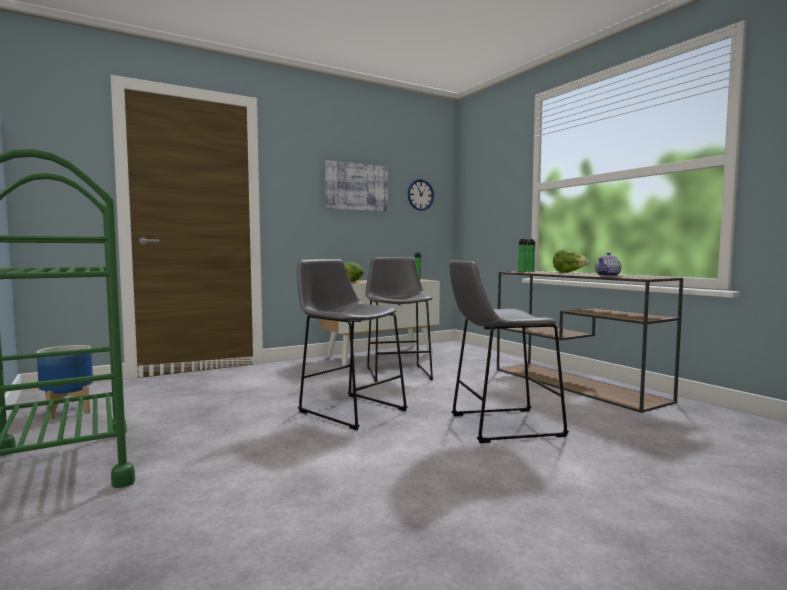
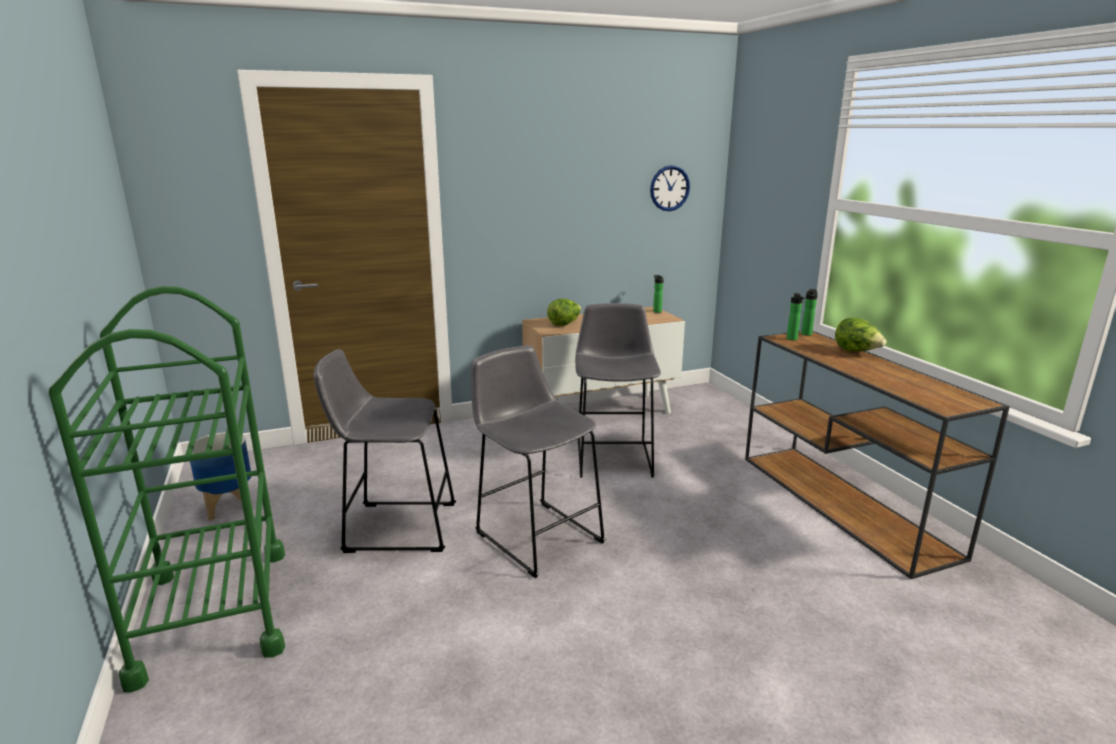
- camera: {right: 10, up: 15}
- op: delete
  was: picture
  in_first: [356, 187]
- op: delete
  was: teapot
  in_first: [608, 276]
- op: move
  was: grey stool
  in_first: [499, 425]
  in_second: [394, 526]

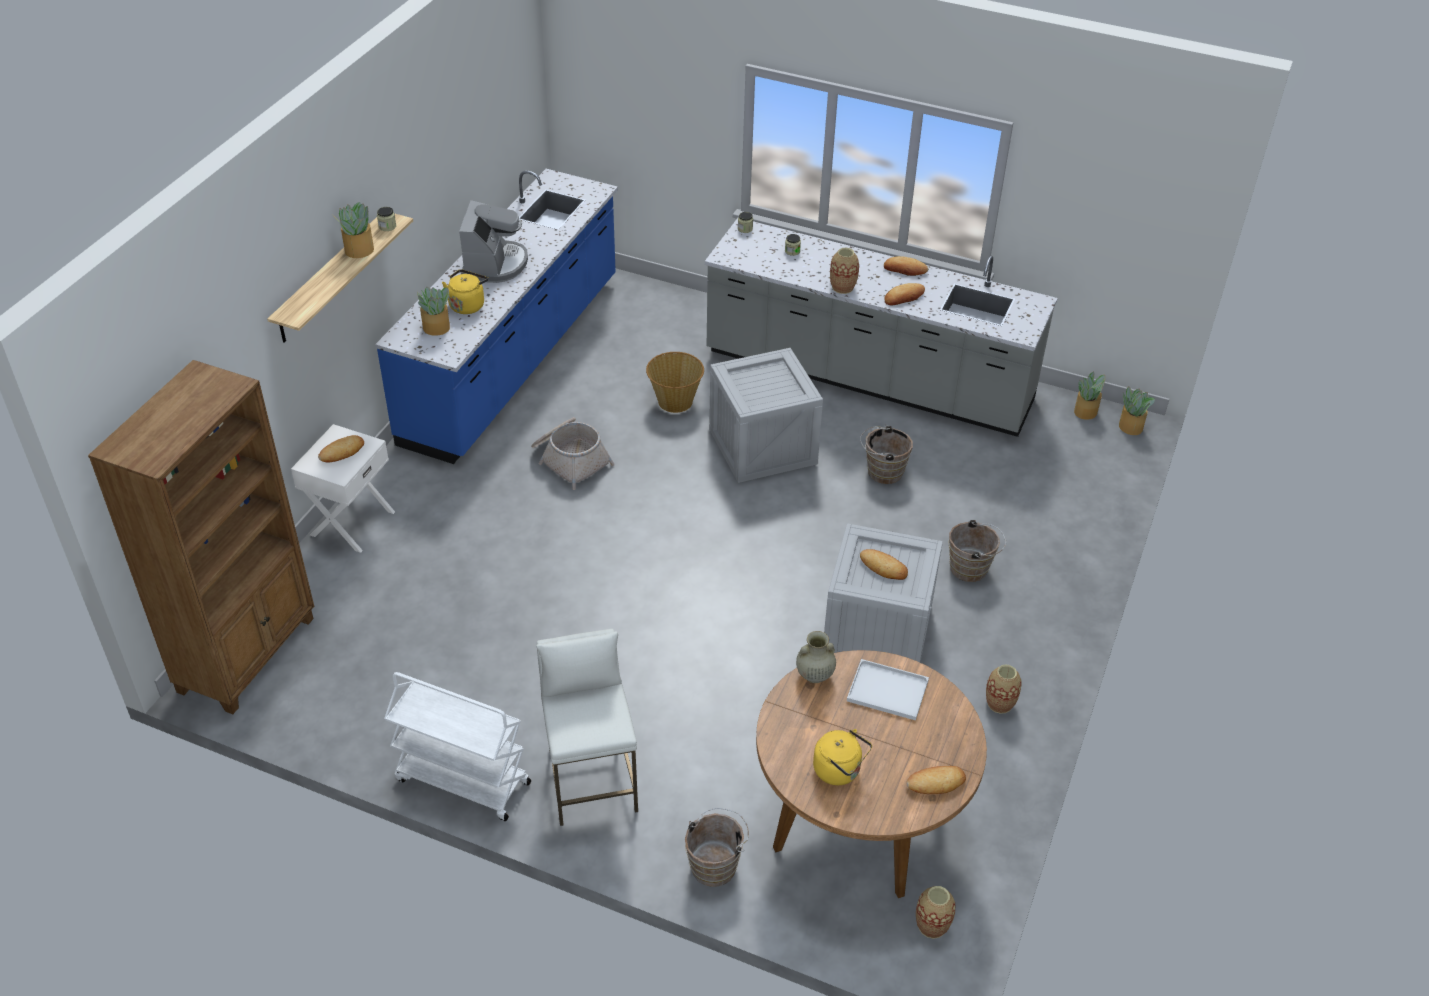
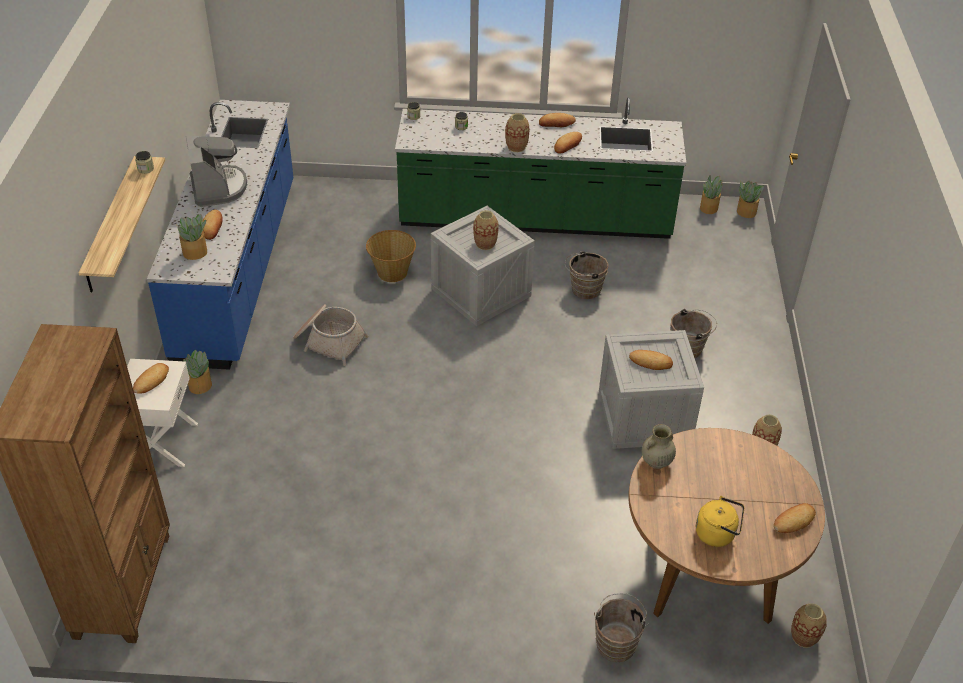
- camera: {right: -20, up: 0}
- op: delete
  was: white cart
  in_first: [462, 781]
- op: delete
  was: white stool
  in_first: [591, 780]
- op: delete
  was: white tray
  in_first: [889, 690]
- op: insert
  now: vase
  in_second: [485, 244]
- op: move
  was: potted plant
  in_first: [358, 250]
  in_second: [199, 386]
- op: replace
  was: yellow kettle
  now: bread
  in_first: [467, 305]
  in_second: [212, 227]
- op: recolor
  was: grey counter
  now: green counter
  in_first: [868, 378]
  in_second: [535, 219]

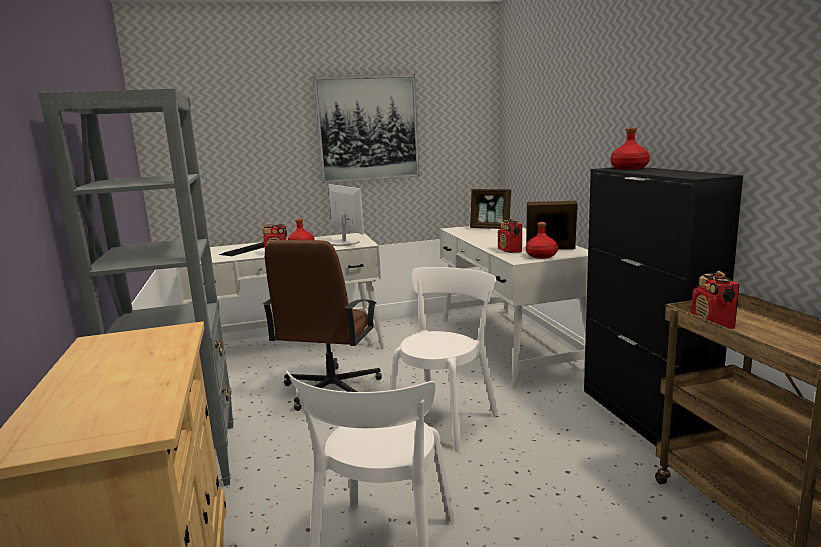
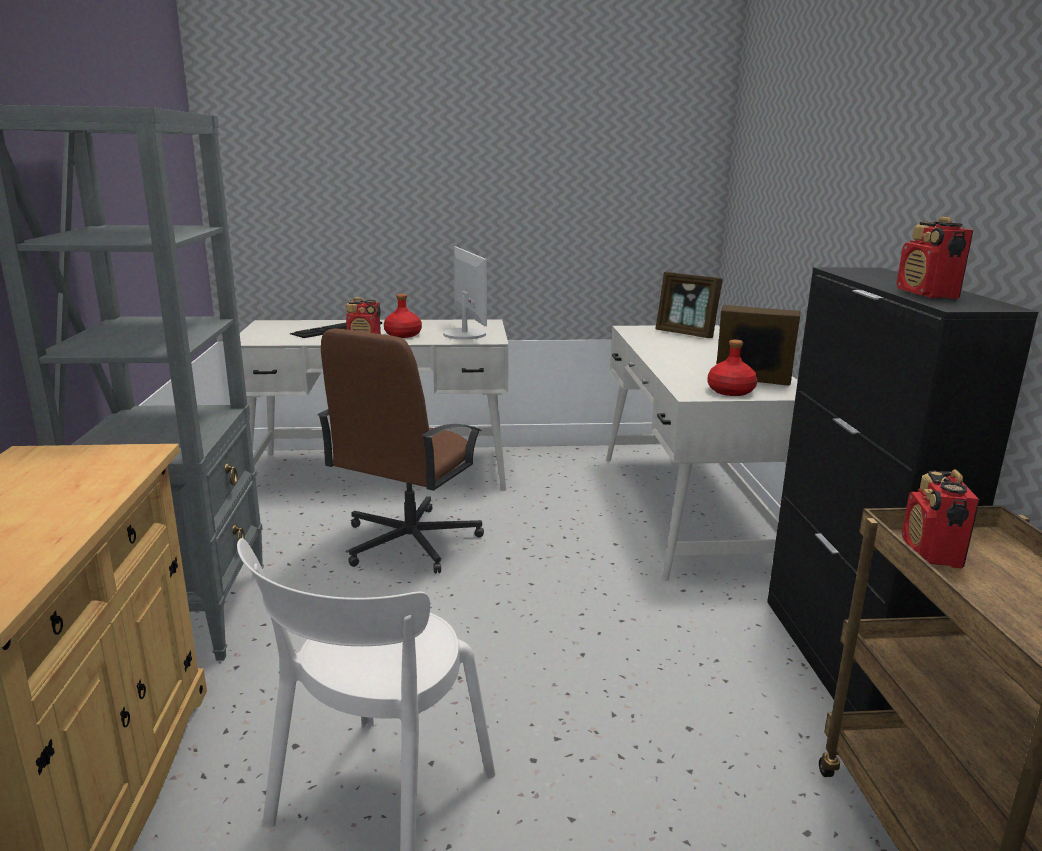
- camera: {right: 10, up: 5}
- op: delete
  was: picture
  in_first: [367, 128]
- op: delete
  was: white chair
  in_first: [446, 418]
- op: delete
  was: red bottle
  in_first: [628, 168]
- op: move
  was: radio
  in_first: [510, 251]
  in_second: [927, 294]

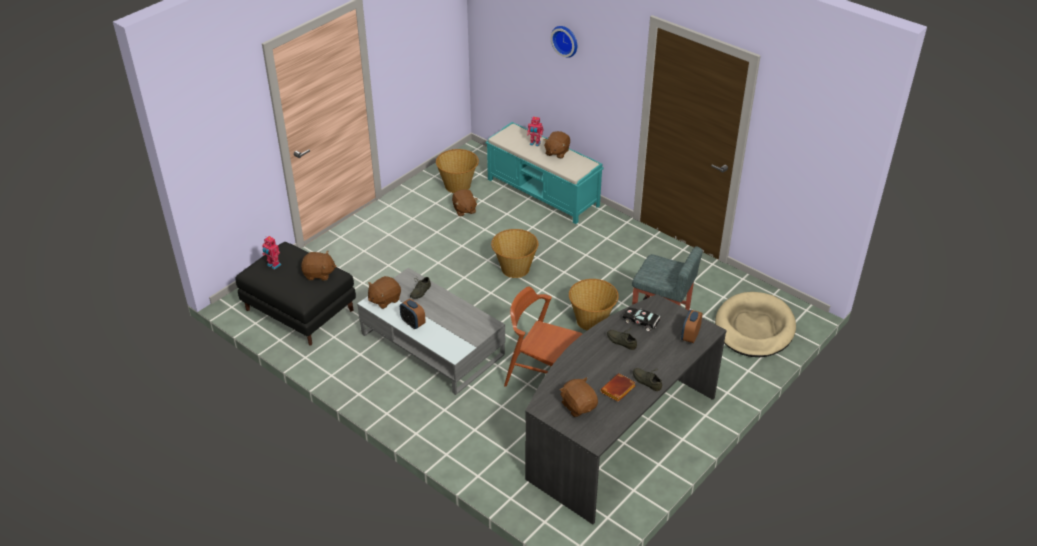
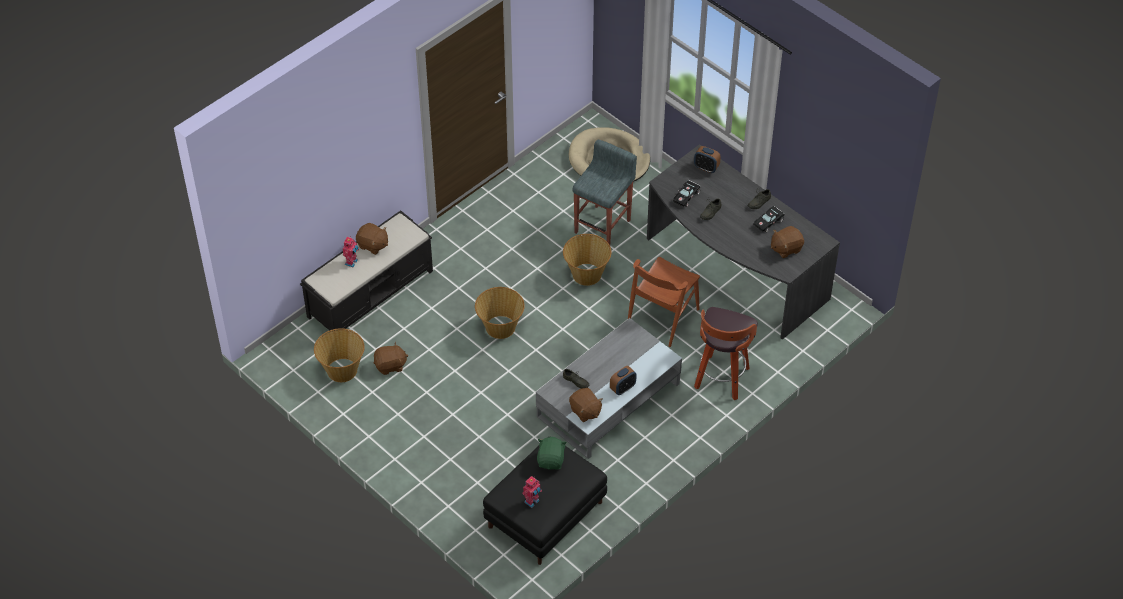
- camera: {right: -85, up: 10}
- op: delete
  was: wall clock
  in_first: [566, 40]
- op: insert
  now: stool
  in_second: [721, 379]
- op: replace
  was: brown book
  now: black toy car
  in_first: [618, 390]
  in_second: [769, 221]
- op: recolor
  was: brown plush toy
  now: green plush toy
  in_first: [319, 274]
  in_second: [551, 460]
- op: recolor
  was: turquoise bench
  now: black bench
  in_first: [543, 193]
  in_second: [371, 293]

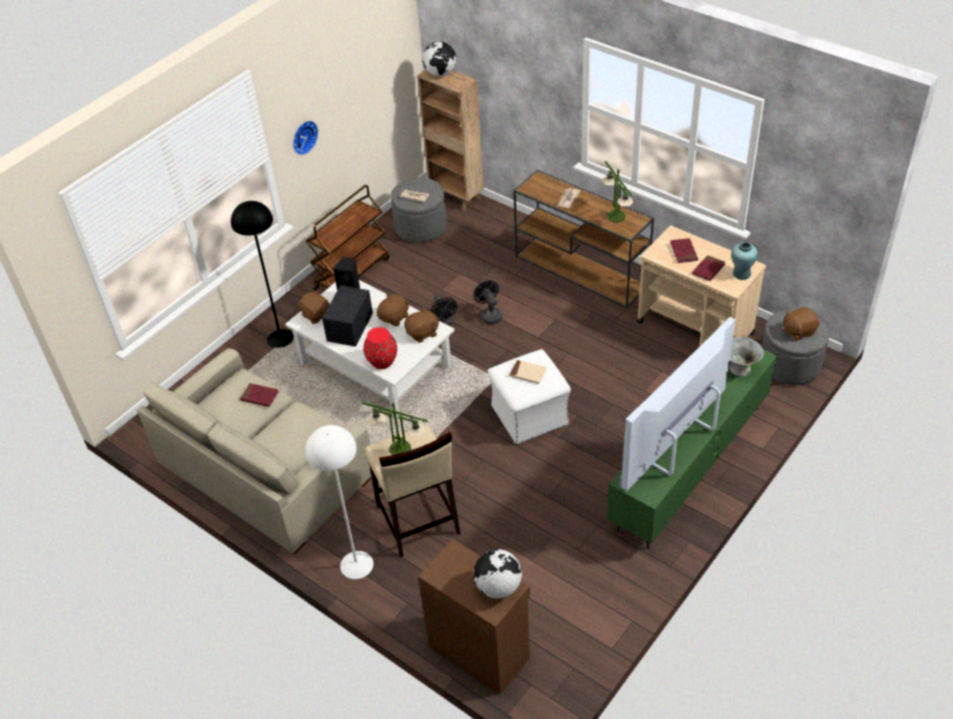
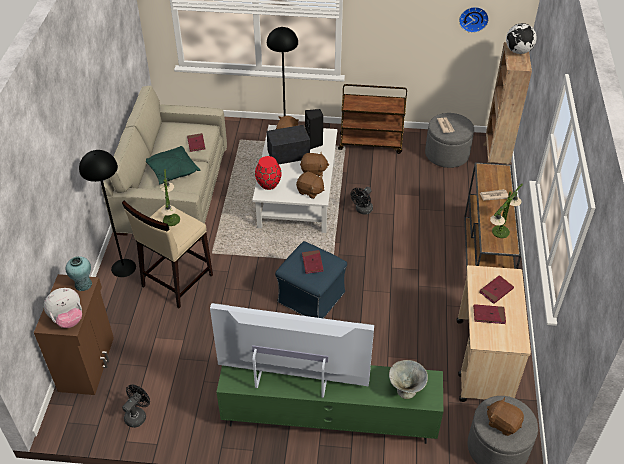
- camera: {right: 55, up: 0}
- op: insert
  now: green pillow
  in_second: [172, 171]
- op: move
  was: wall clock
  in_first: [303, 136]
  in_second: [473, 18]
- op: move
  was: black fan
  in_first: [490, 315]
  in_second: [137, 415]
- op: move
  was: turquoise vase
  in_first: [741, 274]
  in_second: [83, 284]
- op: replace
  was: globe
  now: plush toy
  in_first: [498, 587]
  in_second: [68, 319]
- op: recolor
  was: white floor lamp
  now: black floor lamp
  in_first: [356, 565]
  in_second: [123, 267]
- op: recolor
  was: white ottoman
  now: blue ottoman
  in_first: [529, 415]
  in_second: [310, 297]
- op: recolor
  was: beige book
  now: red book
  in_first: [527, 373]
  in_second: [312, 263]

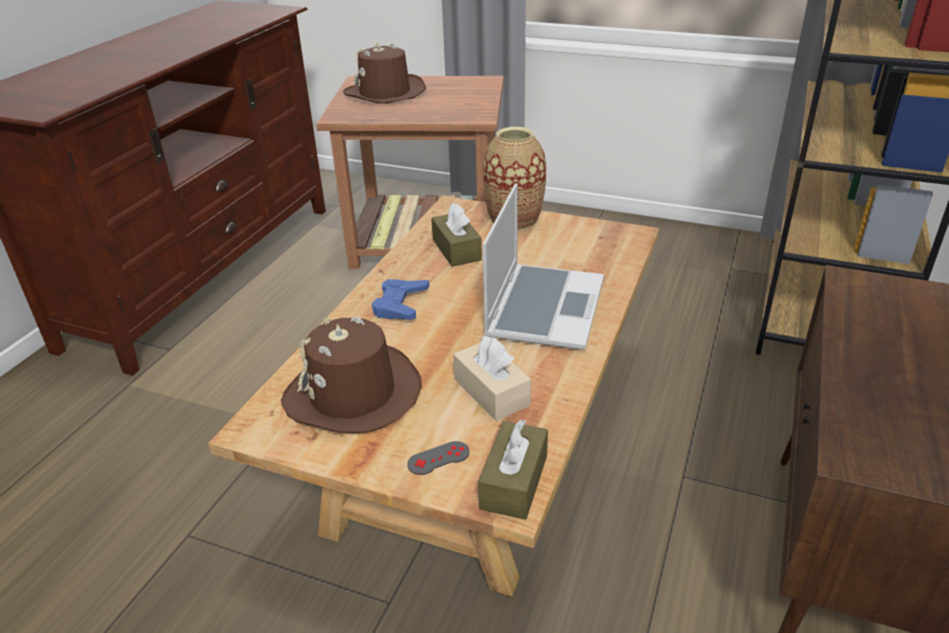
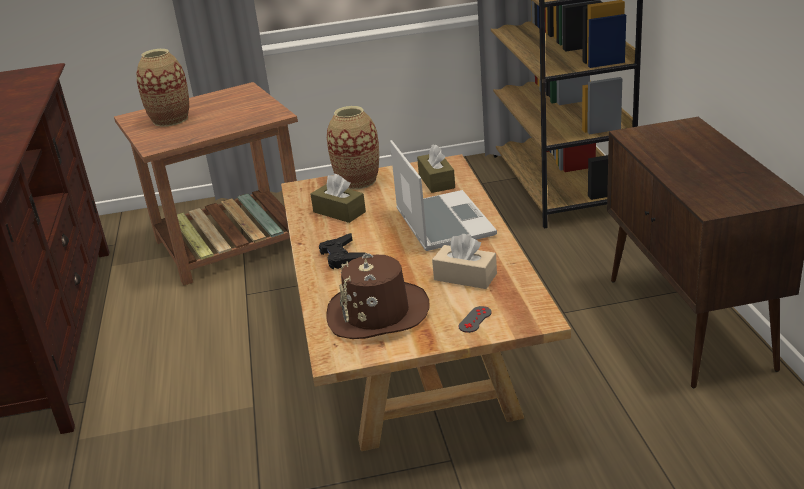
- camera: {right: -30, up: -5}
- op: move
  was: brown tissue box
  in_first: [514, 482]
  in_second: [436, 181]
- op: replace
  was: brown hat
  now: vase
  in_first: [385, 93]
  in_second: [170, 119]
- op: recolor
  was: blue game controller
  now: black game controller
  in_first: [400, 304]
  in_second: [342, 256]

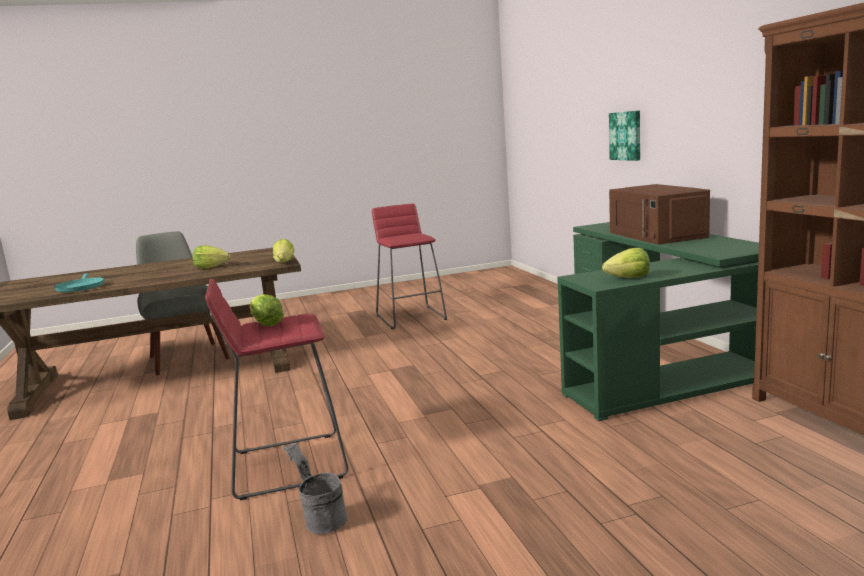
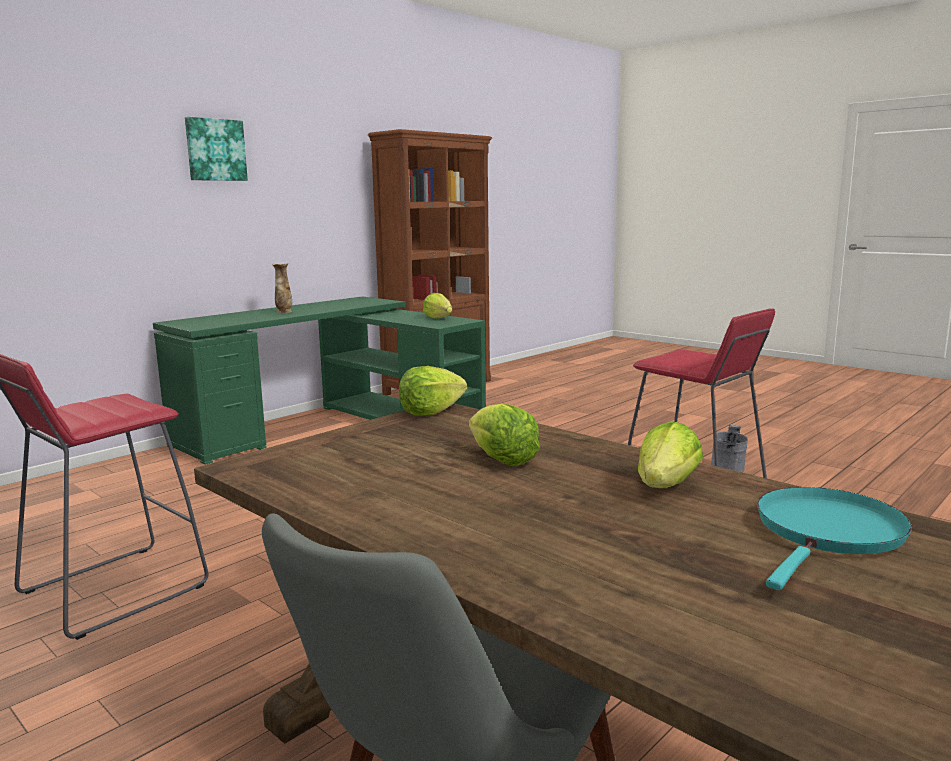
- camera: {right: -120, up: 0}
- op: move
  was: lettuce
  in_first: [266, 324]
  in_second: [666, 487]
- op: move
  was: picture
  in_first: [626, 135]
  in_second: [215, 150]
- op: replace
  was: brown microwave
  now: vase
  in_first: [657, 235]
  in_second: [284, 312]

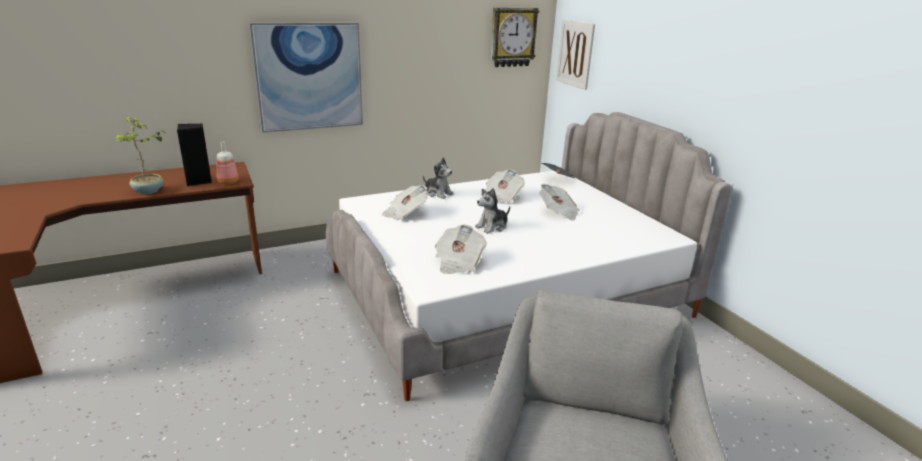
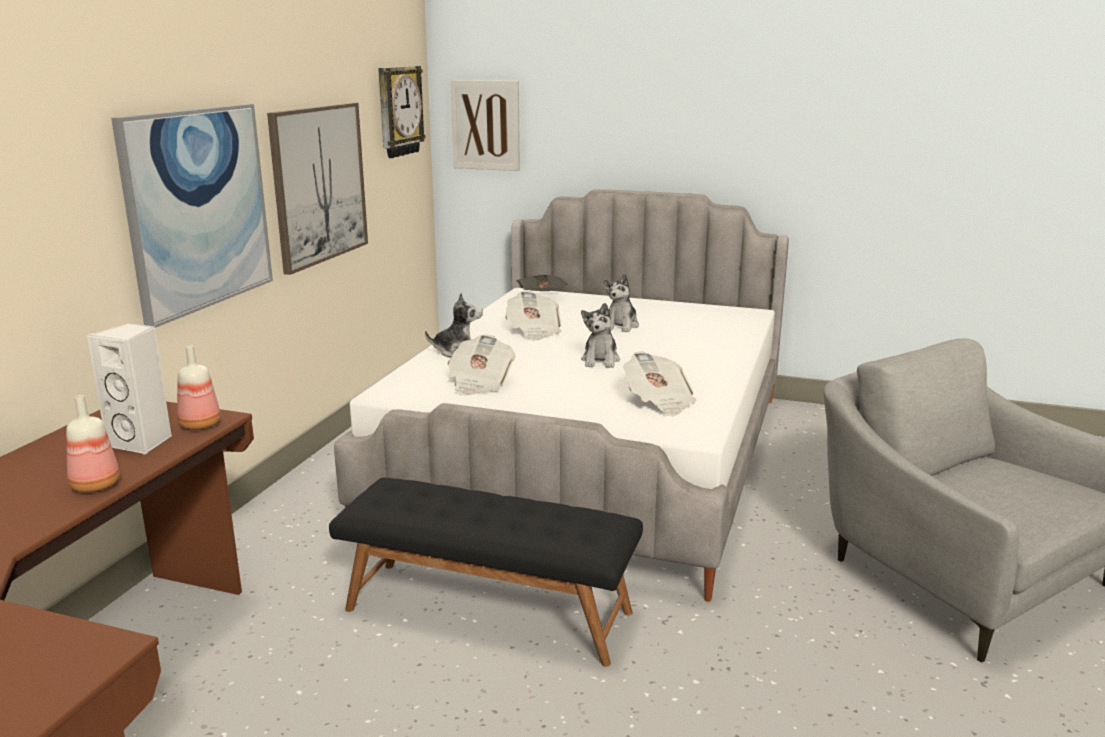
- camera: {right: -45, up: -5}
- op: insert
  now: picture
  in_second: [319, 184]
- op: insert
  now: black bench
  in_second: [489, 609]
- op: replace
  was: potted plant
  now: bottle
  in_first: [149, 191]
  in_second: [94, 486]
- op: replace
  was: newspaper
  now: plush toy
  in_first: [558, 212]
  in_second: [621, 326]
- op: recolor
  was: black speaker
  now: white speaker
  in_first: [199, 181]
  in_second: [142, 442]

